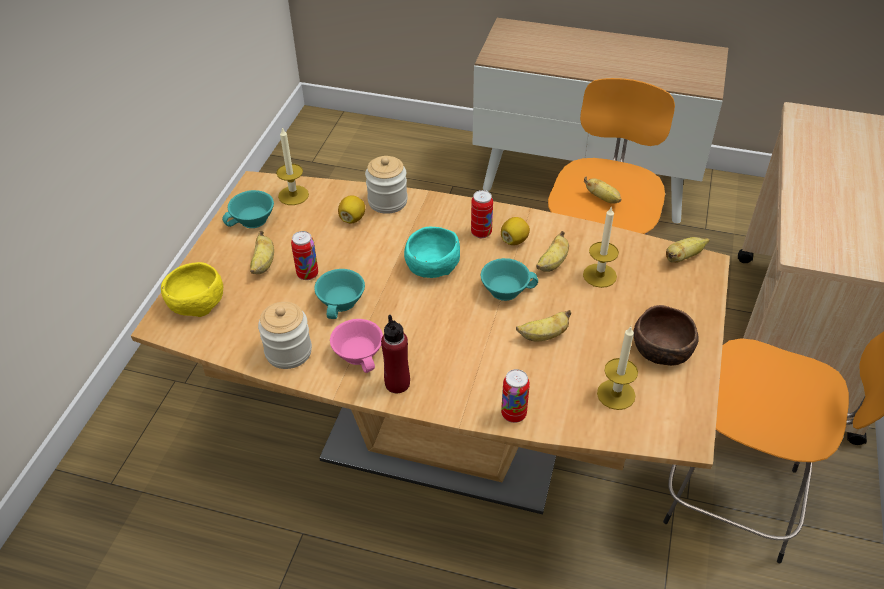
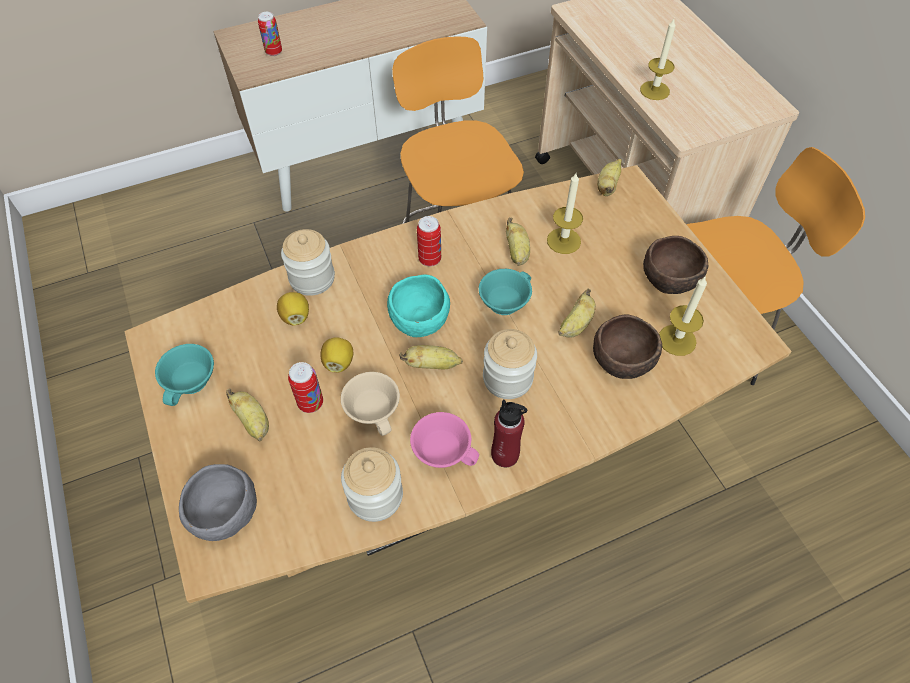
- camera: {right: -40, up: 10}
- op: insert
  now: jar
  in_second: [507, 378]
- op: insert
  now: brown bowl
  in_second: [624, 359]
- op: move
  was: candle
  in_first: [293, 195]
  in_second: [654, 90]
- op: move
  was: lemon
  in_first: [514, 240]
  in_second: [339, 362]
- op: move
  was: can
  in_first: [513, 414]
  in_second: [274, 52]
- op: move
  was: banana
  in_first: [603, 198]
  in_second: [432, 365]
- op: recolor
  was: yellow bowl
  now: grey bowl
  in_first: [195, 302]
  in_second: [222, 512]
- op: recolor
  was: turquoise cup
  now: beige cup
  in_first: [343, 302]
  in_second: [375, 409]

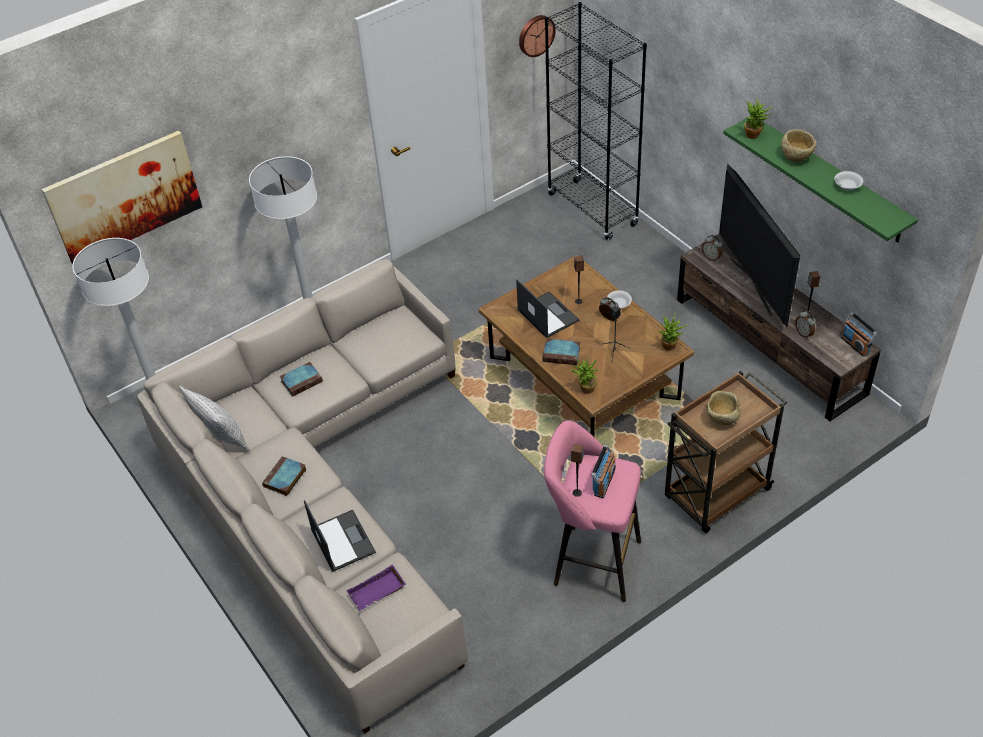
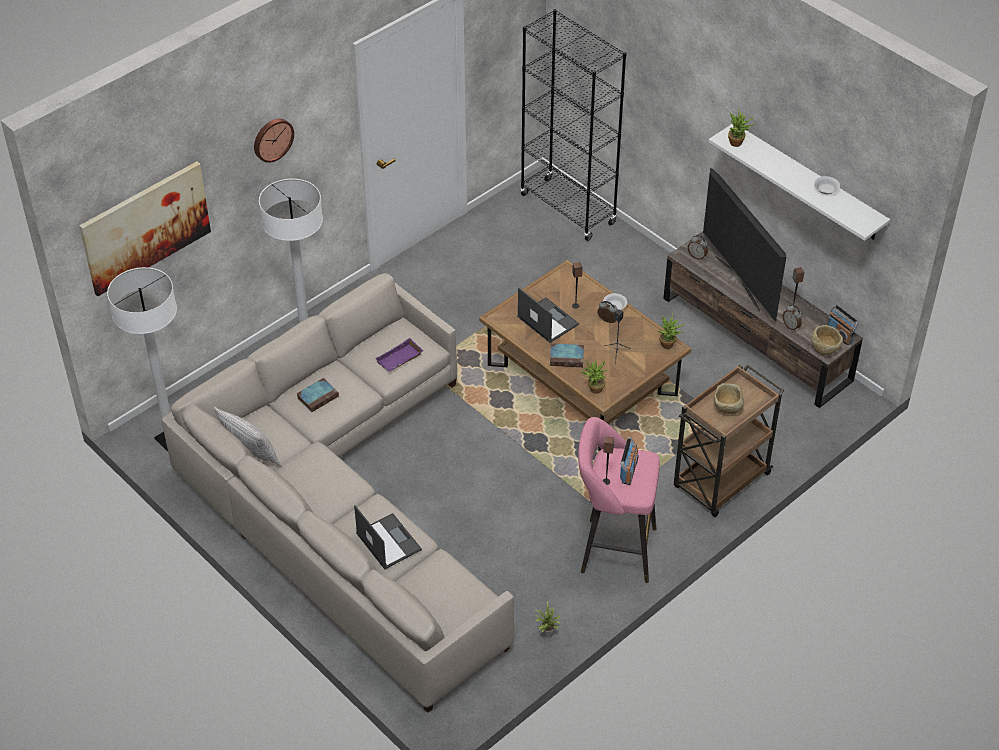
- camera: {right: -10, up: 0}
- op: delete
  was: book
  in_first: [285, 479]
- op: insert
  now: potted plant
  in_second: [546, 633]
- op: move
  was: purple tray
  in_first: [377, 592]
  in_second: [399, 359]
- op: move
  was: wall clock
  in_first: [535, 35]
  in_second: [272, 139]
- op: move
  was: beige bowl
  in_first: [796, 157]
  in_second: [825, 349]
- op: recolor
  was: green shelf
  now: white shelf
  in_first: [828, 179]
  in_second: [807, 182]

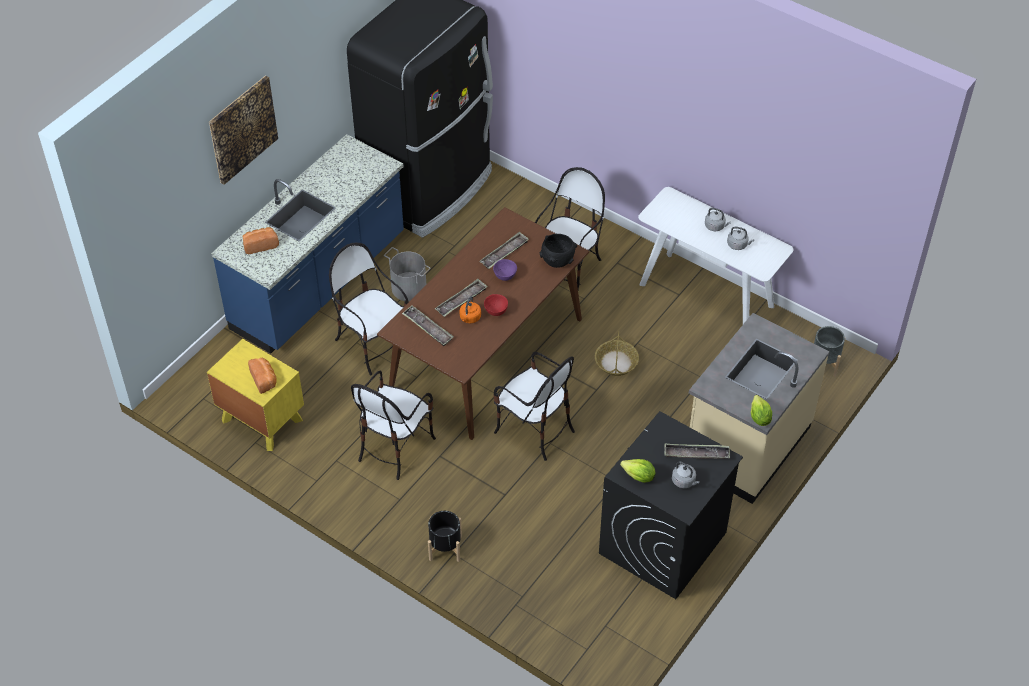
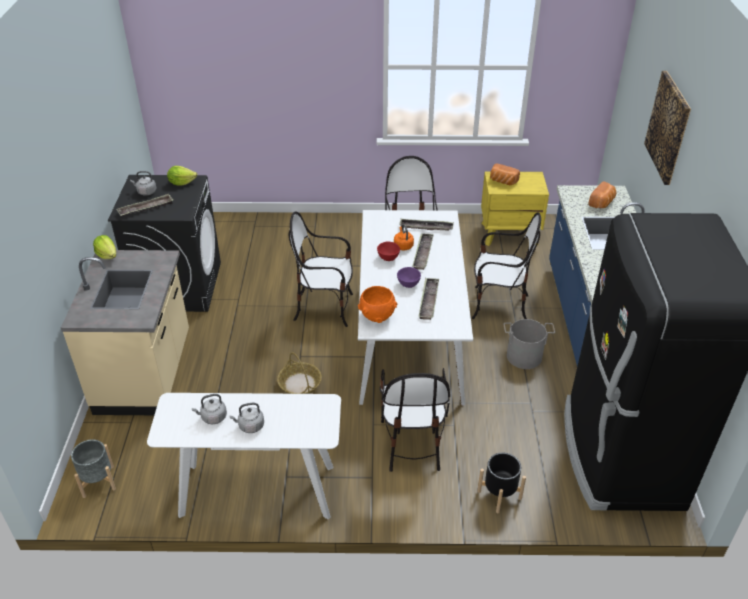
- camera: {right: 145, up: -10}
- op: move
  was: black planter
  in_first: [445, 548]
  in_second: [499, 494]
- op: recolor
  was: brown dining table
  now: white dining table
  in_first: [486, 355]
  in_second: [409, 338]
- op: recolor
  was: black bowl
  now: orange bowl
  in_first: [557, 261]
  in_second: [377, 316]

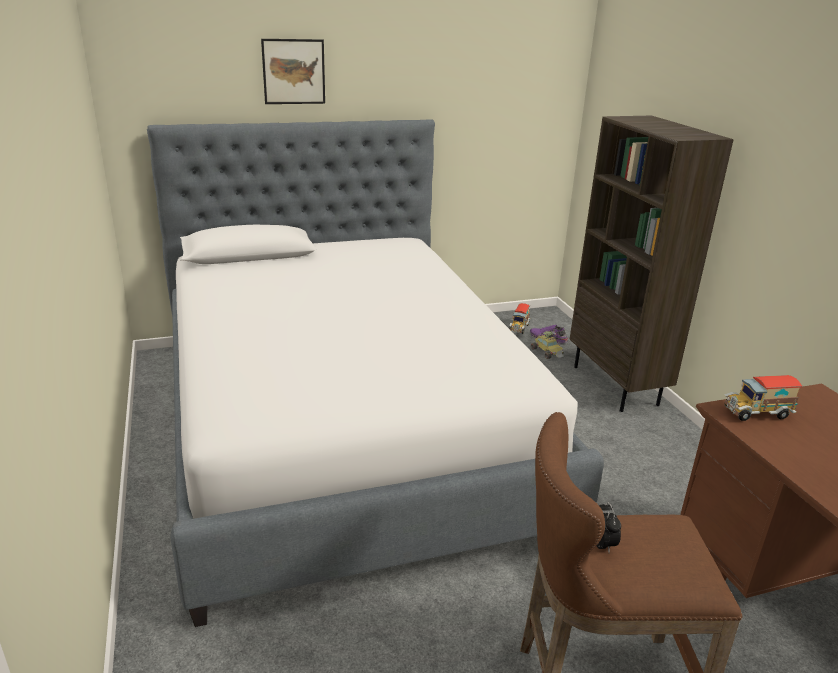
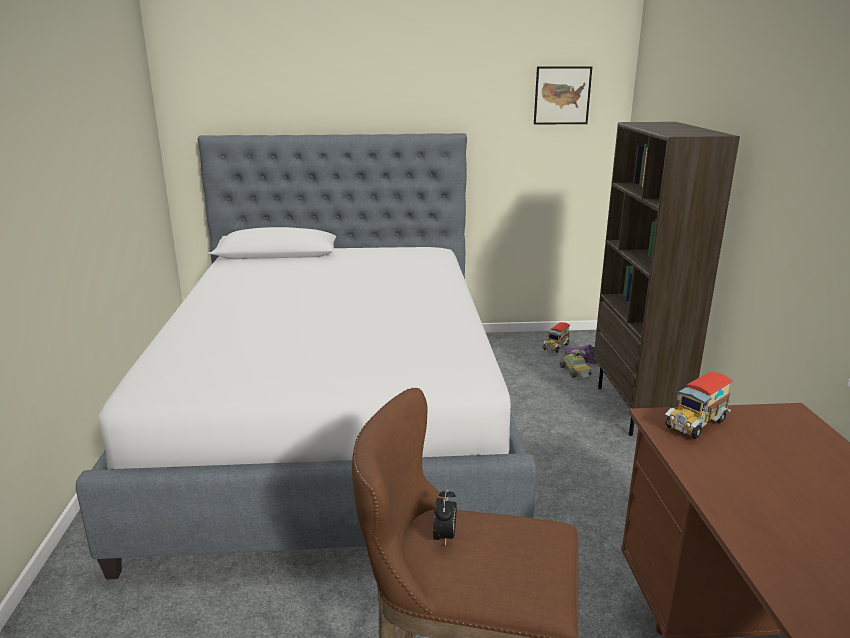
- camera: {right: 15, up: -5}
- op: move
  was: picture
  in_first: [293, 71]
  in_second: [562, 95]
- op: rotate
  was: toy truck
  in_first: [756, 413]
  in_second: [695, 424]
  clockwise: -45

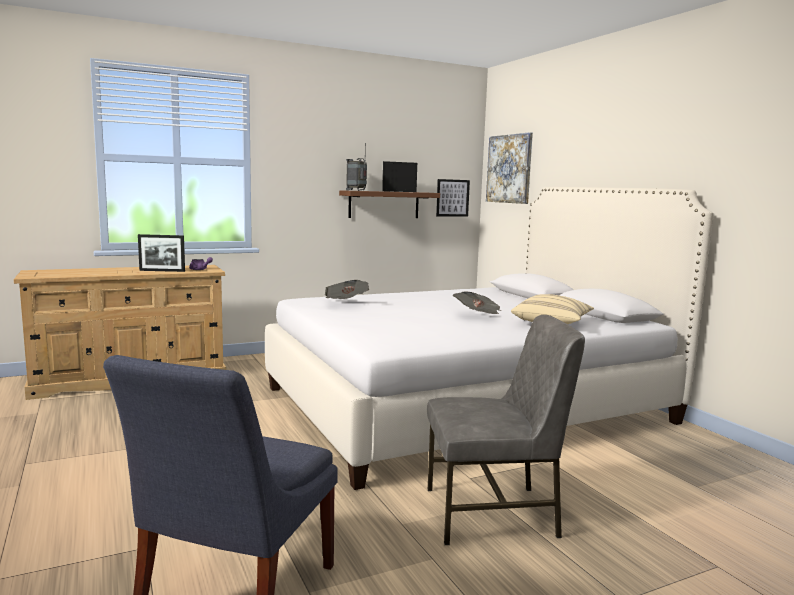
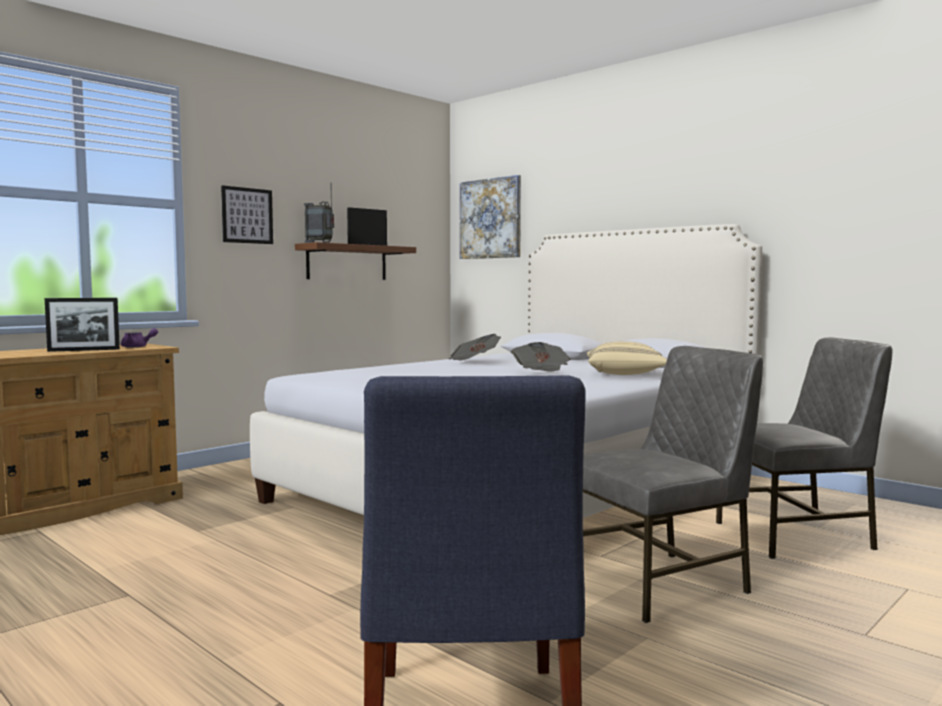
- camera: {right: -20, up: -5}
- op: insert
  now: grey chair
  in_second: [797, 536]
- op: move
  was: newspaper
  in_first: [346, 303]
  in_second: [474, 362]
- op: move
  was: picture
  in_first: [452, 198]
  in_second: [247, 215]

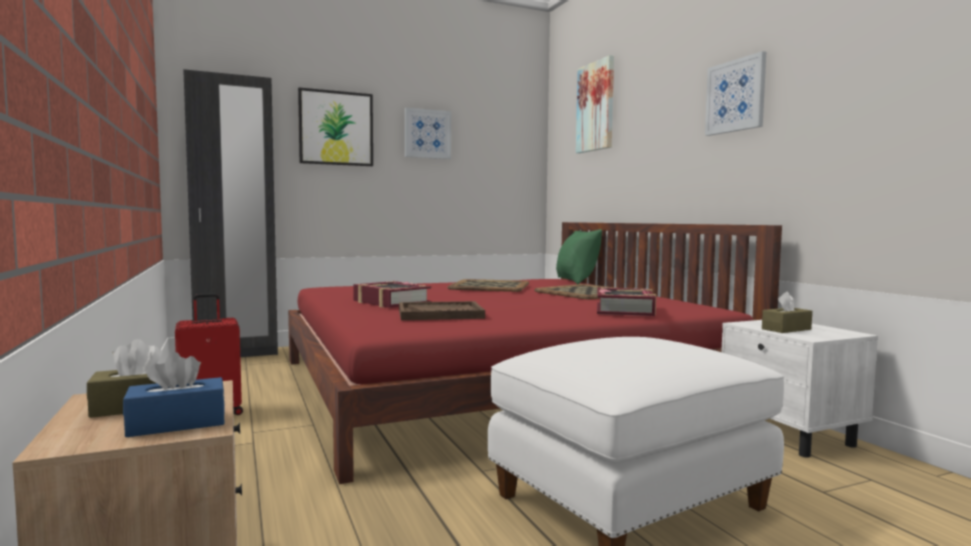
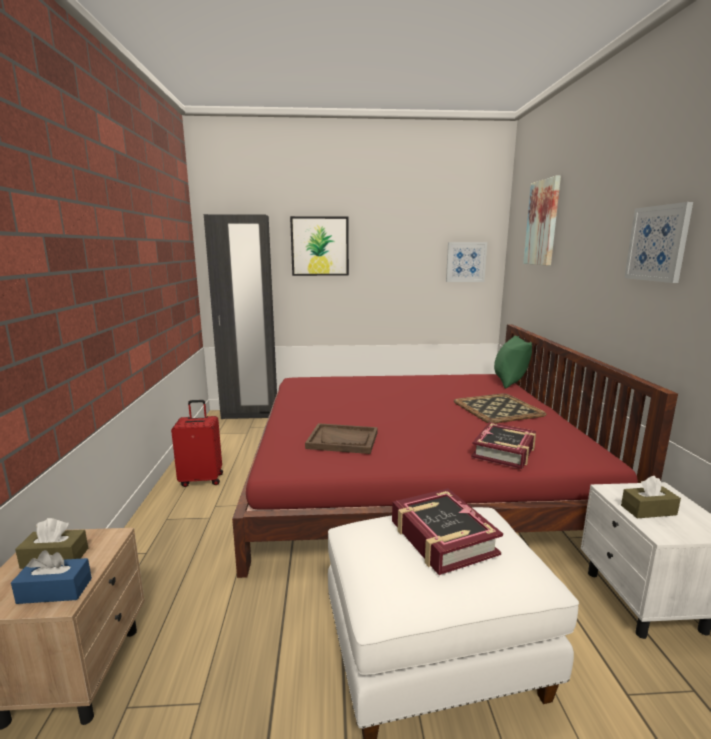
- camera: {right: 20, up: 10}
- op: delete
  was: tray
  in_first: [489, 286]
- op: move
  was: book
  in_first: [391, 302]
  in_second: [442, 538]
- op: move
  was: picture
  in_first: [427, 134]
  in_second: [465, 262]

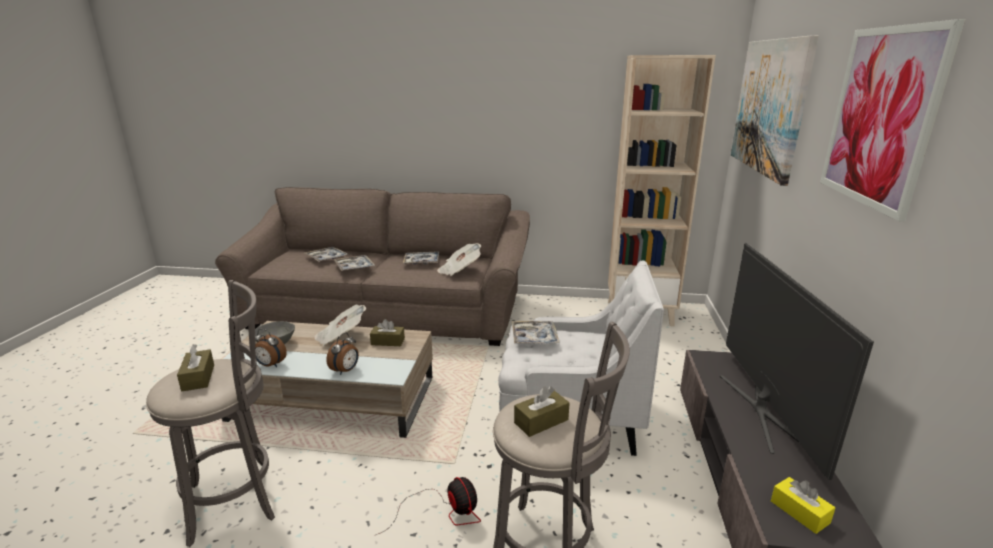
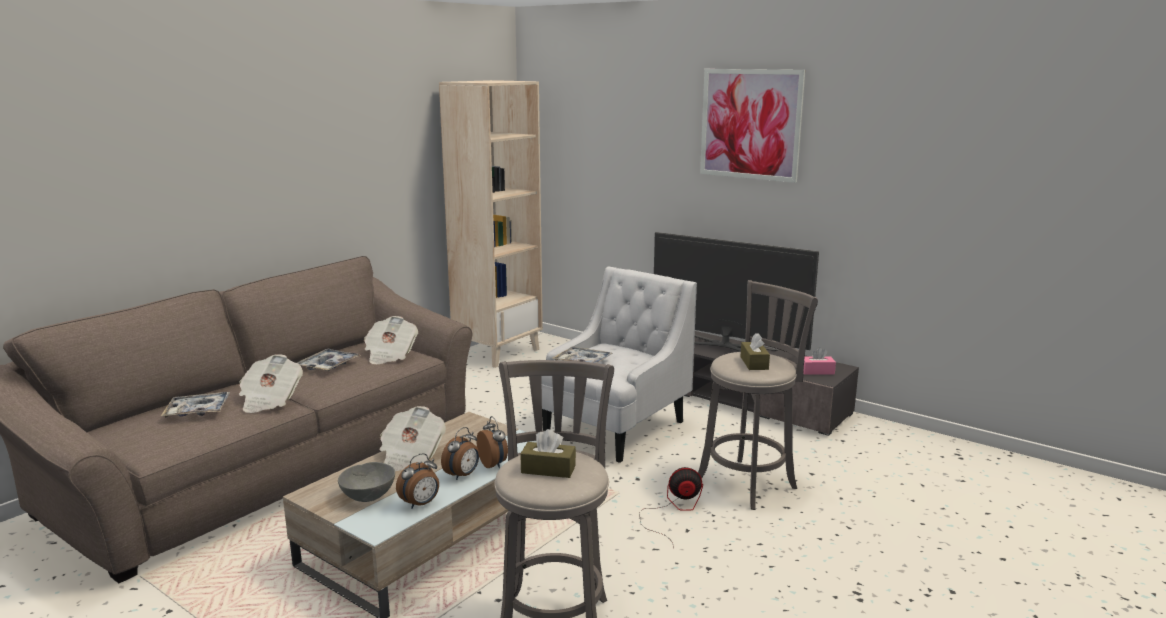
- camera: {right: -60, up: -5}
- op: delete
  was: brown tissue box
  in_first: [388, 341]
- op: delete
  was: picture
  in_first: [769, 106]
- op: insert
  now: alarm clock
  in_second: [462, 475]
- op: replace
  was: tray
  now: newspaper
  in_first: [354, 267]
  in_second: [270, 400]
- op: recolor
  was: yellow tissue box
  now: pink tissue box
  in_first: [799, 512]
  in_second: [817, 371]

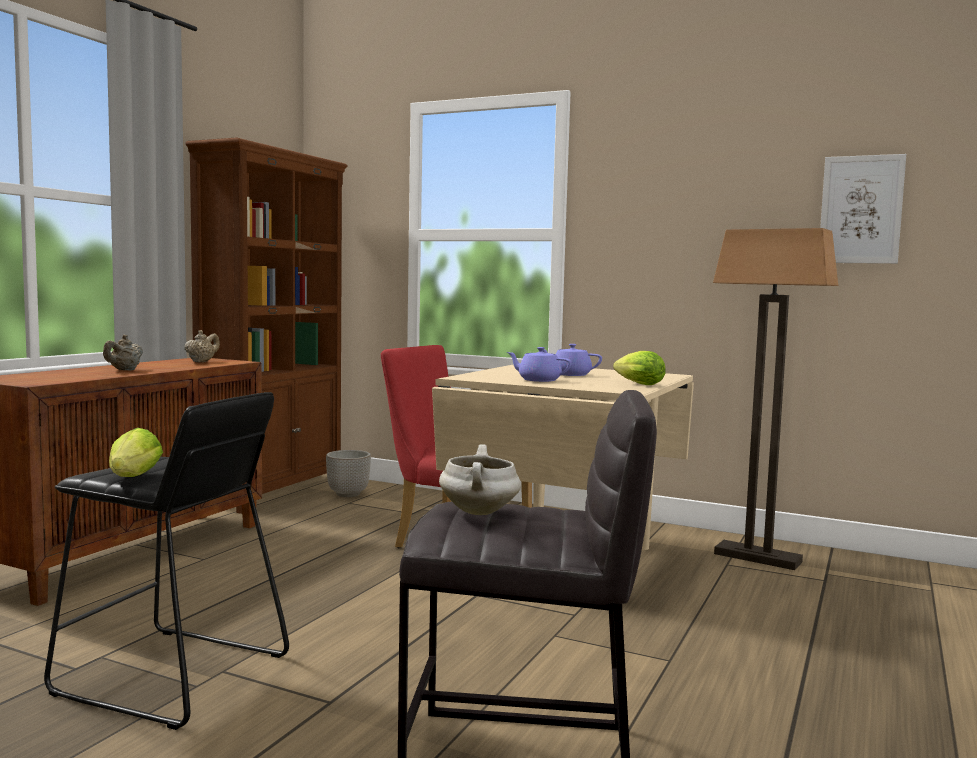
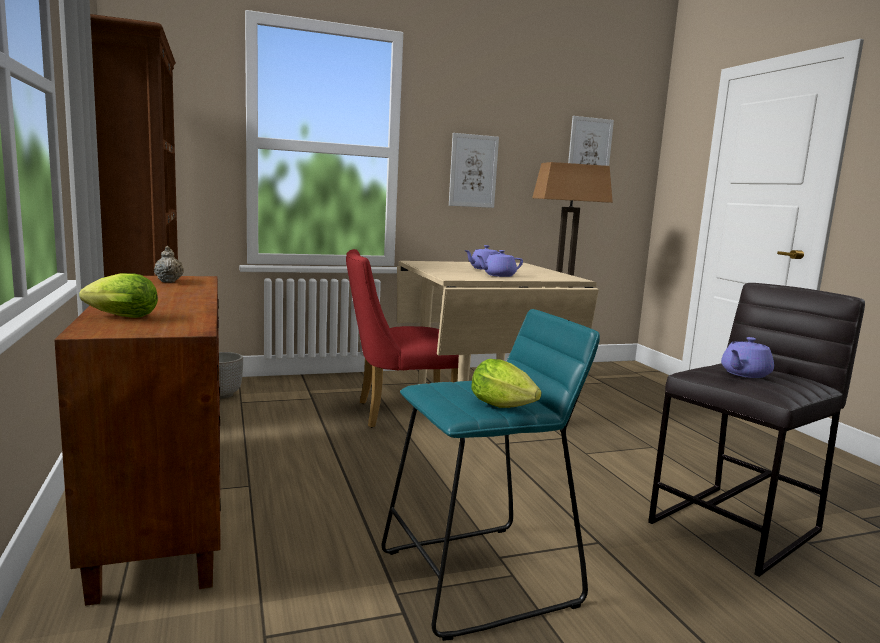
- camera: {right: -45, up: 5}
- op: delete
  was: beige teapot
  in_first: [124, 370]
- op: insert
  now: picture
  in_second: [473, 171]
- op: move
  was: lettuce
  in_first: [637, 384]
  in_second: [118, 317]
- op: replace
  was: white cooking pot
  now: purple teapot
  in_first: [480, 512]
  in_second: [744, 374]
- op: recolor
  was: black stool
  now: turquoise stool
  in_first: [171, 675]
  in_second: [479, 578]

